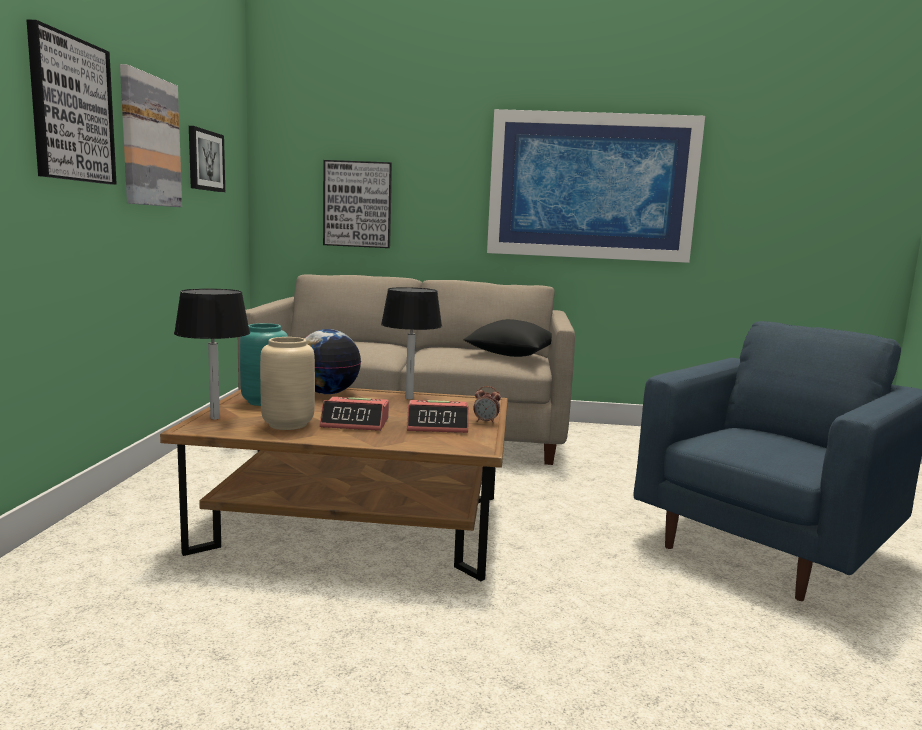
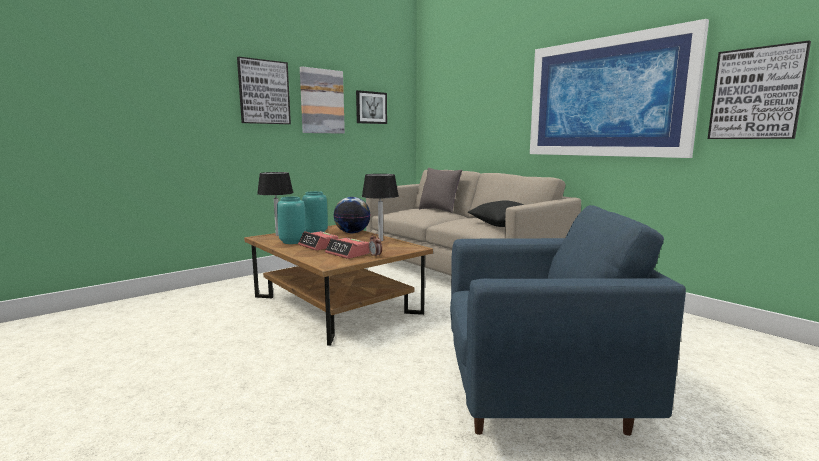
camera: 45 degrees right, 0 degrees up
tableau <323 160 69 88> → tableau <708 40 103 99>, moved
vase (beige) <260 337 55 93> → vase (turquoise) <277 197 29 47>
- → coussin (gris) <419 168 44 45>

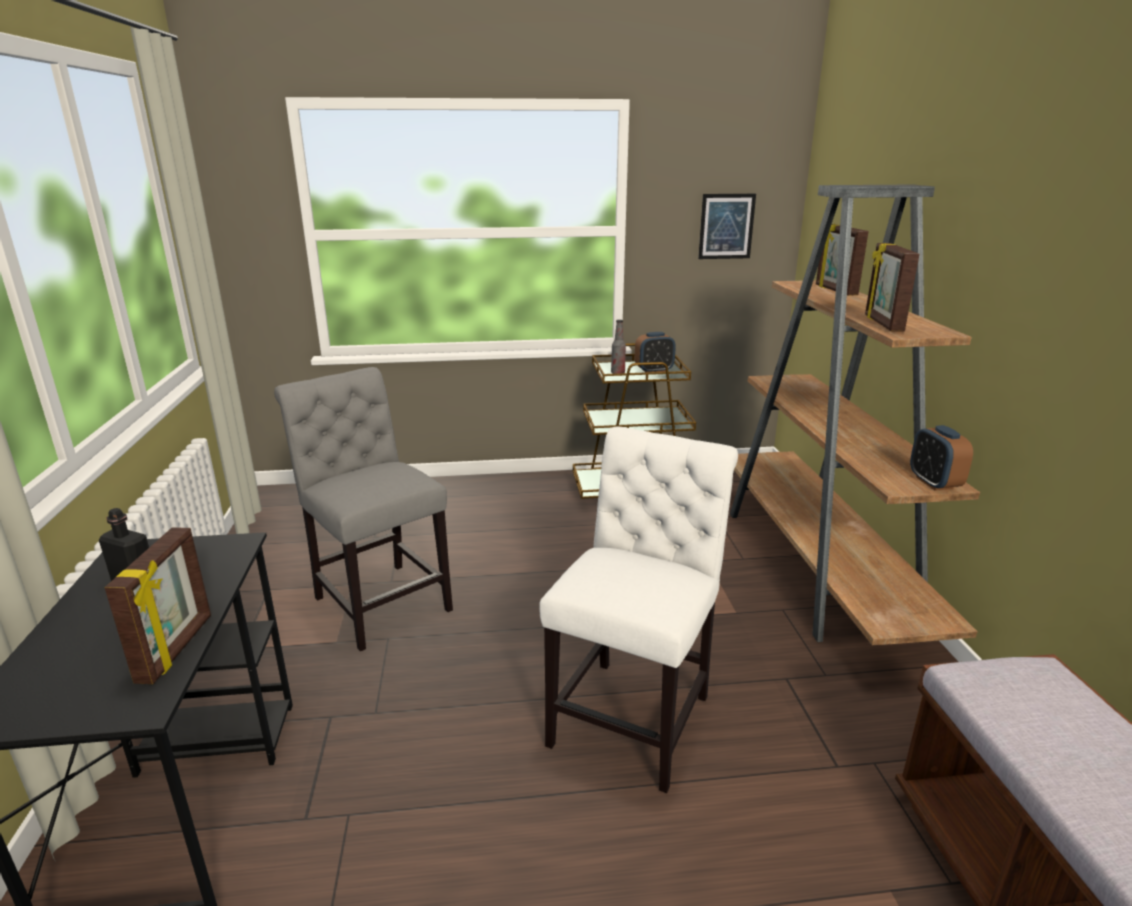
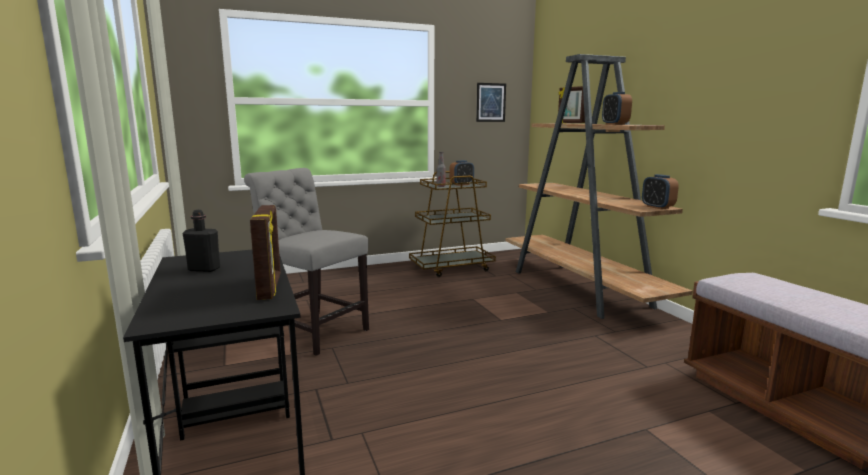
camera: 15 degrees left, 10 degrees down
cadre photo <865 243 54 89> → réveil <602 92 30 33>
chaise (blanc) <539 427 199 366> → -

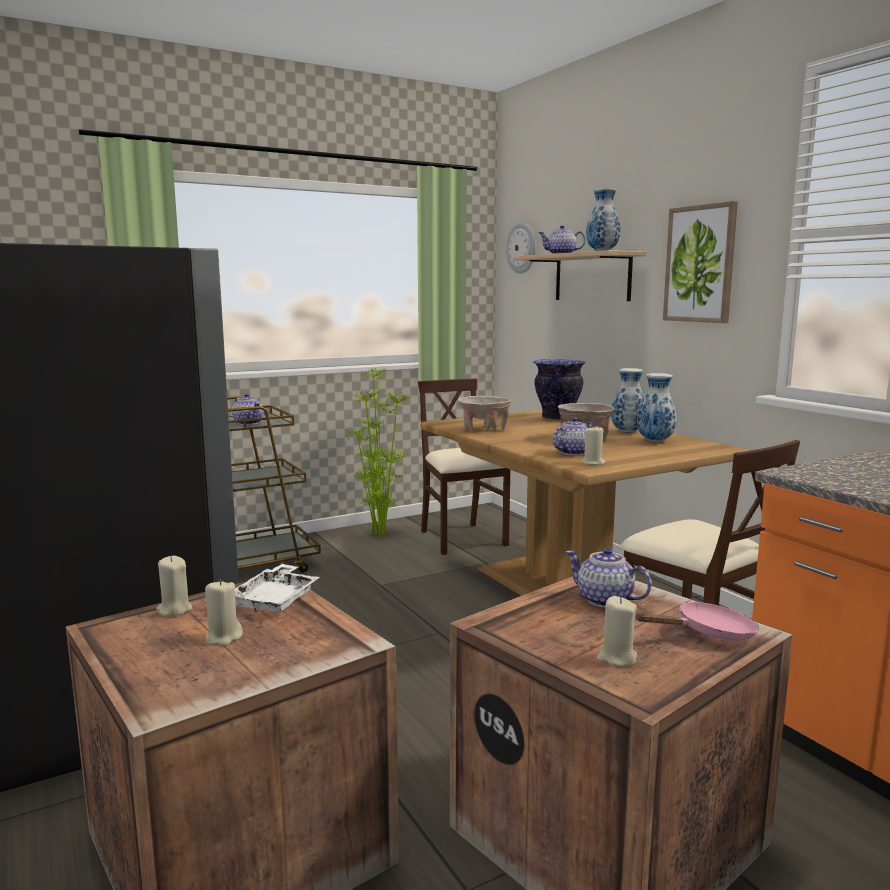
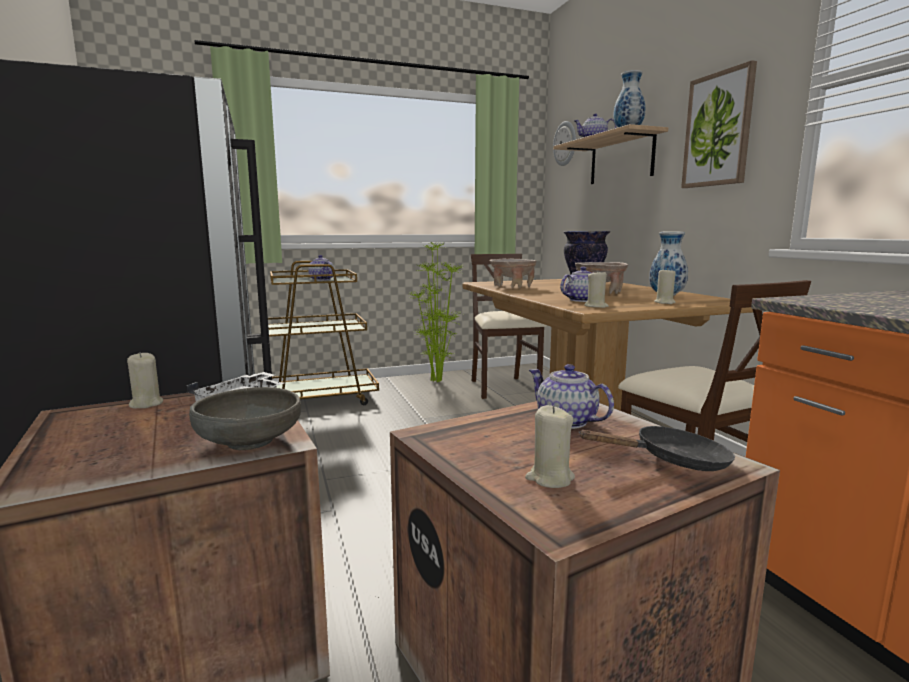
camera: 10 degrees right, 0 degrees up
vase <611 368 34 65> → -
bougie (beige) <205 580 38 66> → bougie (beige) <654 268 22 36>, moved
poêle (rose) <635 601 124 40> → poêle (noir) <578 426 157 45>
- → bol (gris) <189 387 112 63>

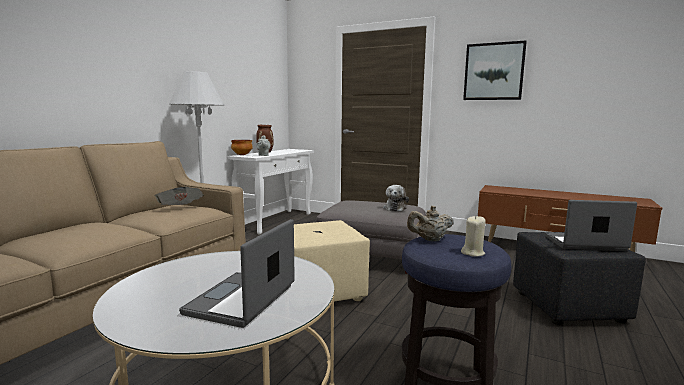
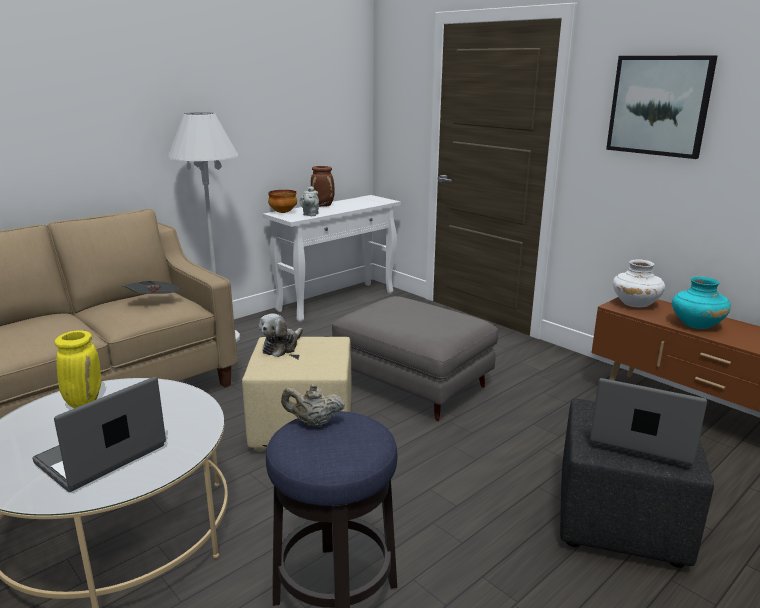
camera: 20 degrees right, 10 degrees up
peluche <383 185 26 26> → peluche <259 313 44 44>, moved
bougie (beige) <461 216 25 41> → -
- → vase (blanc) <613 260 52 47>
- → vase (turquoise) <672 276 59 53>
- → vase (jaune) <55 330 46 78>

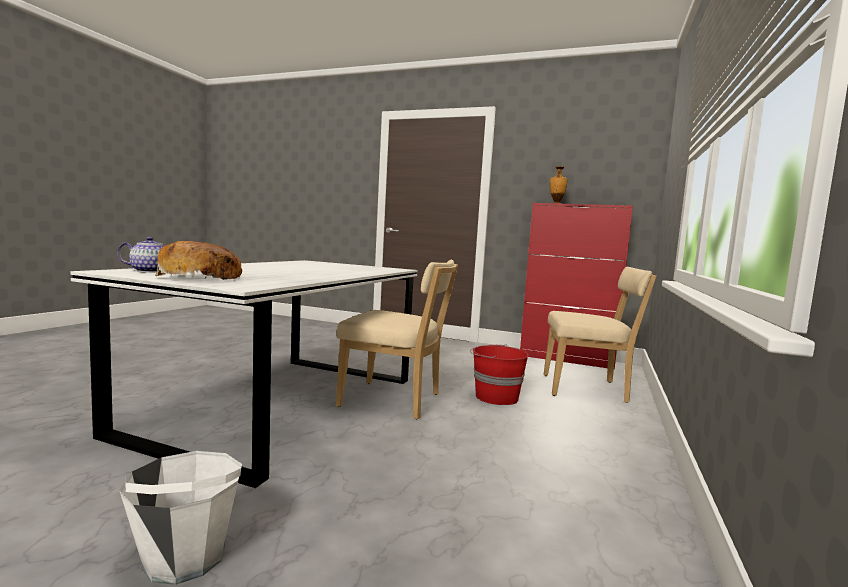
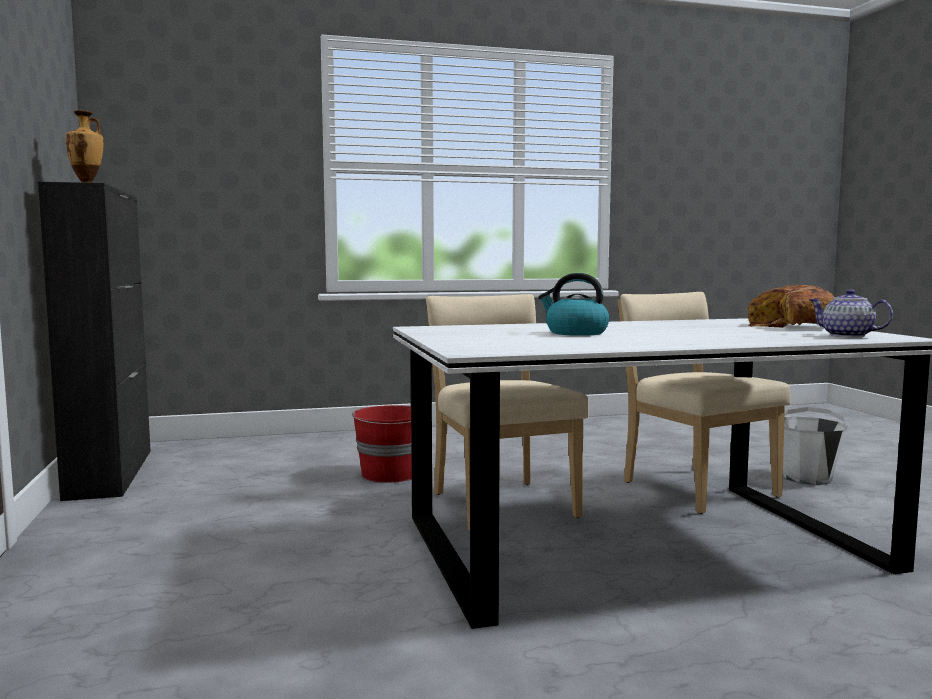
camera: 125 degrees left, 0 degrees up
meuble de rangement (rouge) <520 203 113 166> → meuble de rangement (noir) <38 182 113 319>
chaise (beige) <544 267 112 136> → chaise (beige) <617 292 173 222>, moved
- → bouilloire <539 273 71 63>

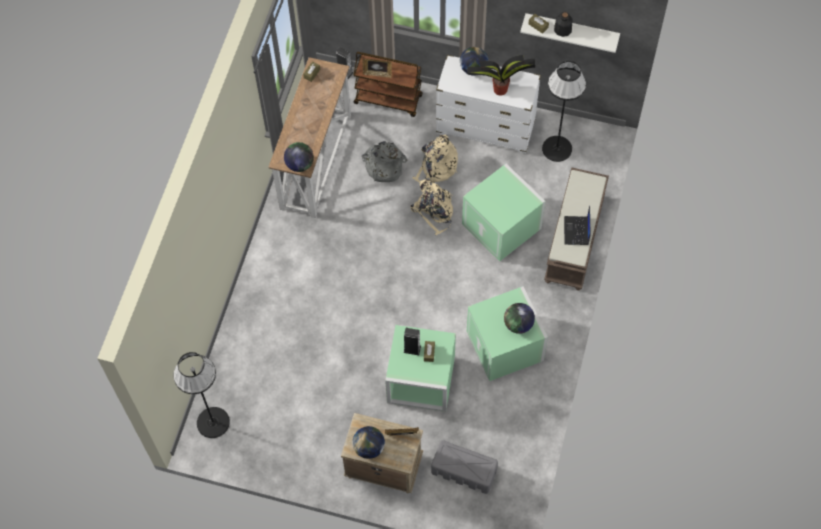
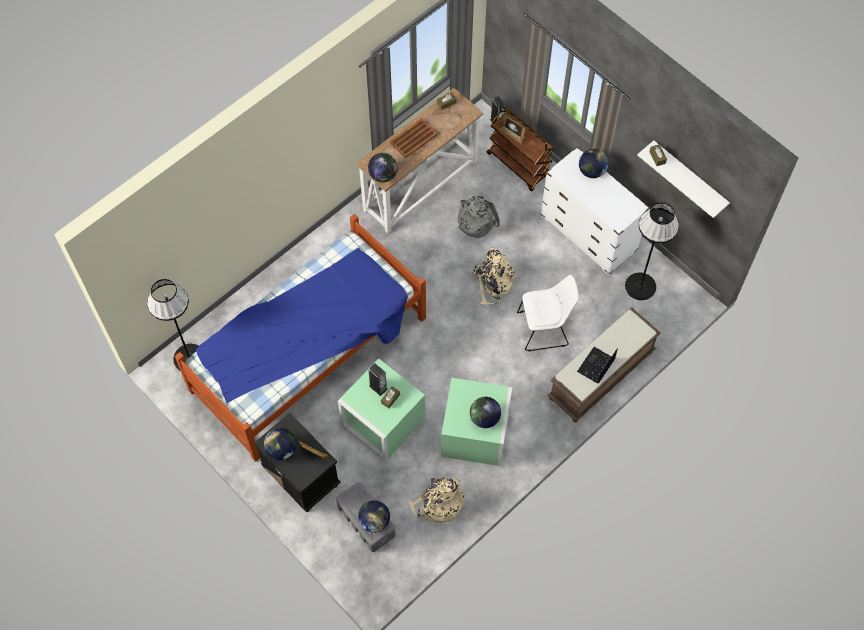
camera: 30 degrees right, 0 degrees up
bouteille <554 12 18 25> → -
plante en pot <467 55 68 41> → -
sac à dos (beige) <412 135 46 47> → sac à dos (beige) <408 478 56 45>, moved
boîte de rangement (vert) <462 164 83 97> → chaise (blanc) <517 275 61 76>
table de chevet (beige) <341 413 82 80> → table de chevet (noir) <254 413 87 99>
- → plateau (marron) <389 118 49 40>
- → lit <175 214 251 248>
- → globe <358 500 32 33>

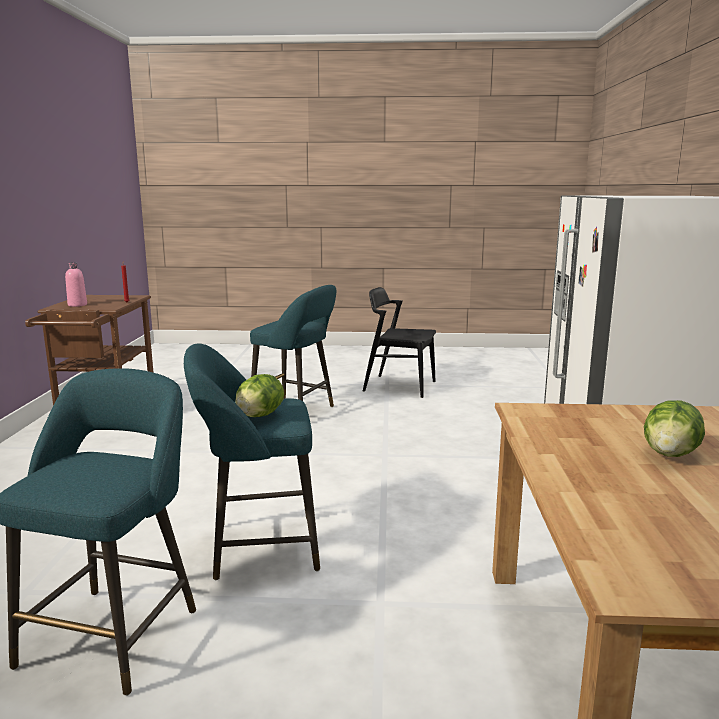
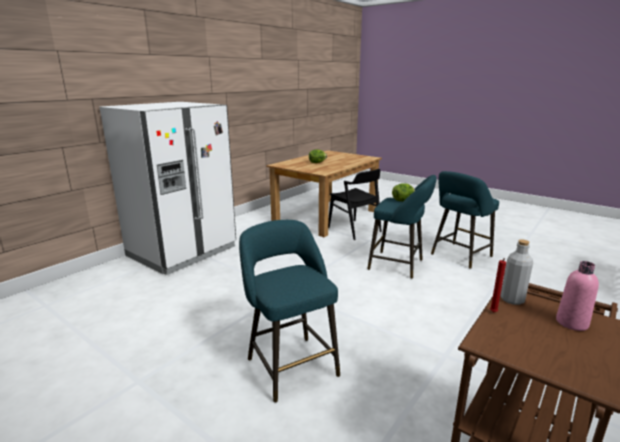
camera: 145 degrees left, 5 degrees up
chaise (noir) <363 287 73 111> → chaise (noir) <328 169 54 71>, moved
- → bouteille (gris) <500 239 33 66>

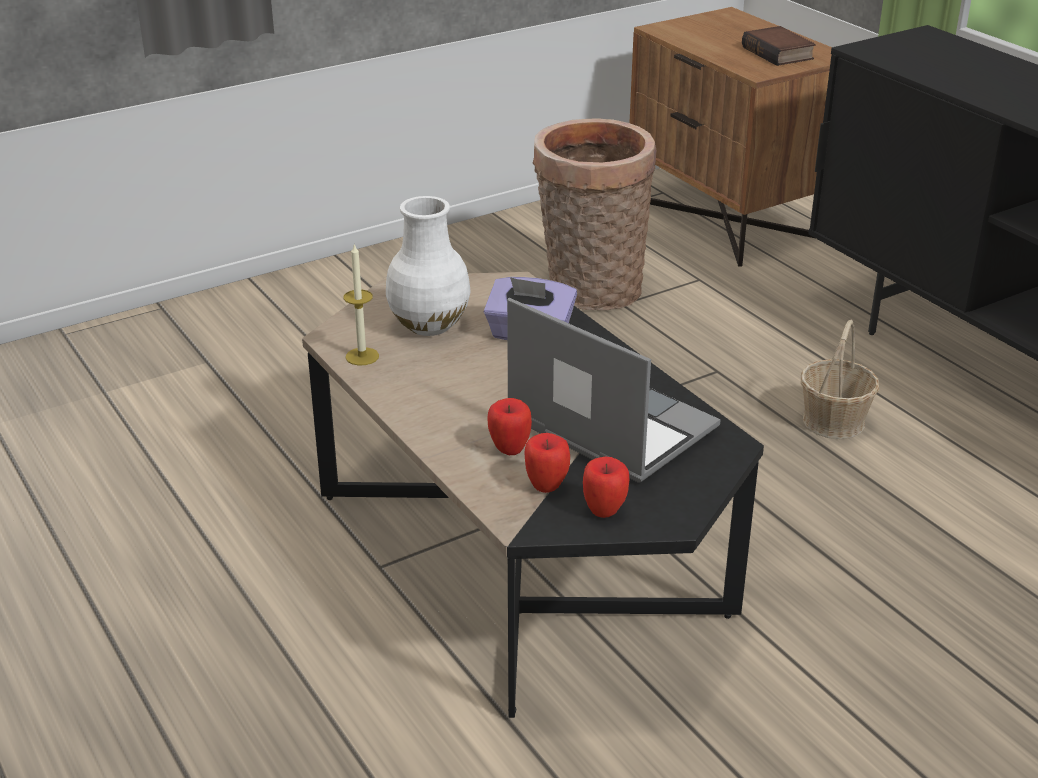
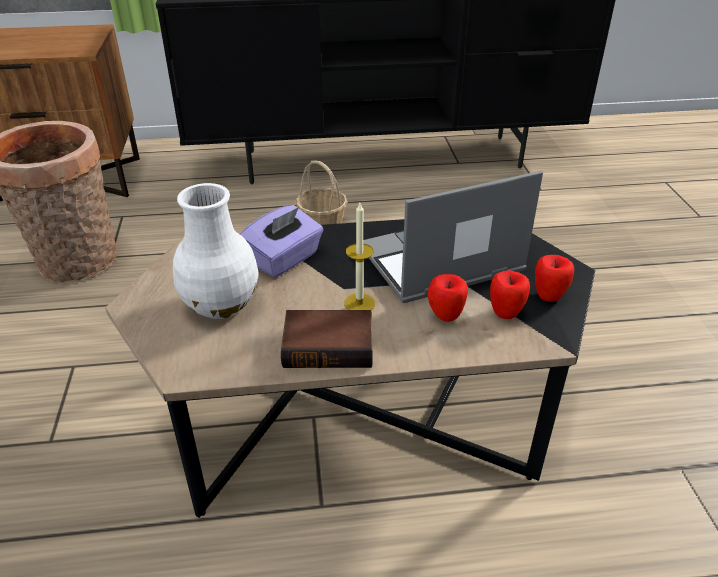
camera: 65 degrees left, 5 degrees up
livre <742 26 74 40> → livre <281 310 92 58>, moved
bougie <343 243 36 122> → bougie <344 203 31 107>, moved

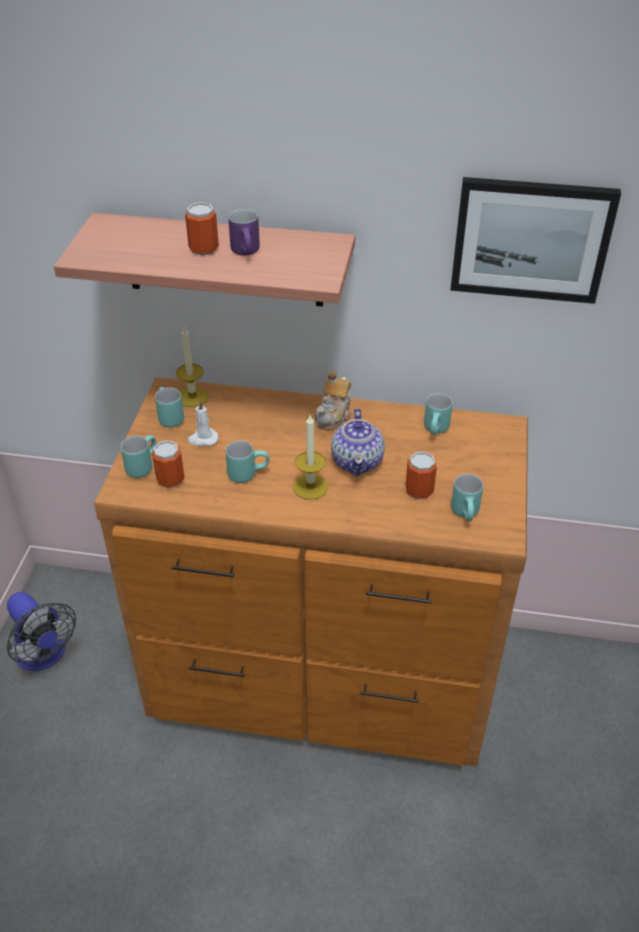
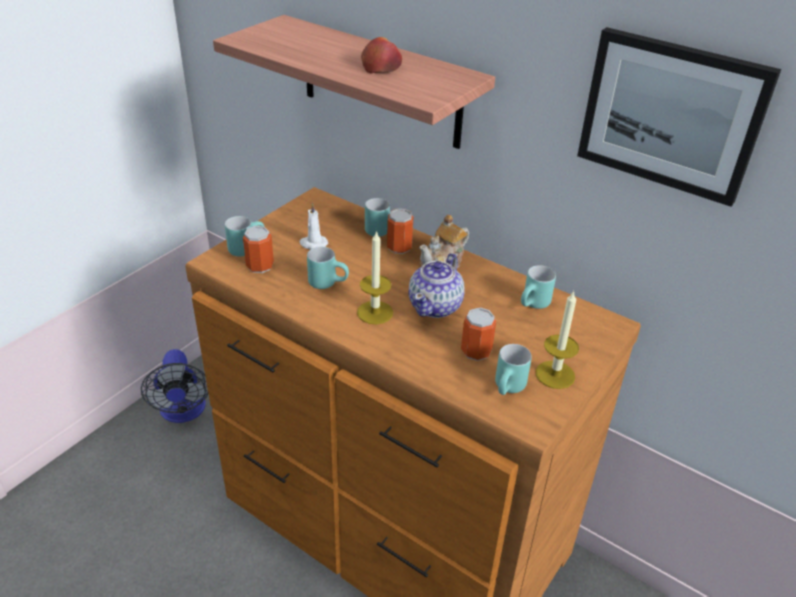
camera: 25 degrees right, 5 degrees down
boîte métallique <185 202 34 54> → boîte métallique <387 208 26 46>, moved
mug (violet) <228 209 32 47> → pomme <361 37 41 37>
bougie <176 327 33 80> → bougie <536 290 43 99>, moved
mug (turquoise) <155 387 29 41> → mug (turquoise) <365 198 25 39>, moved

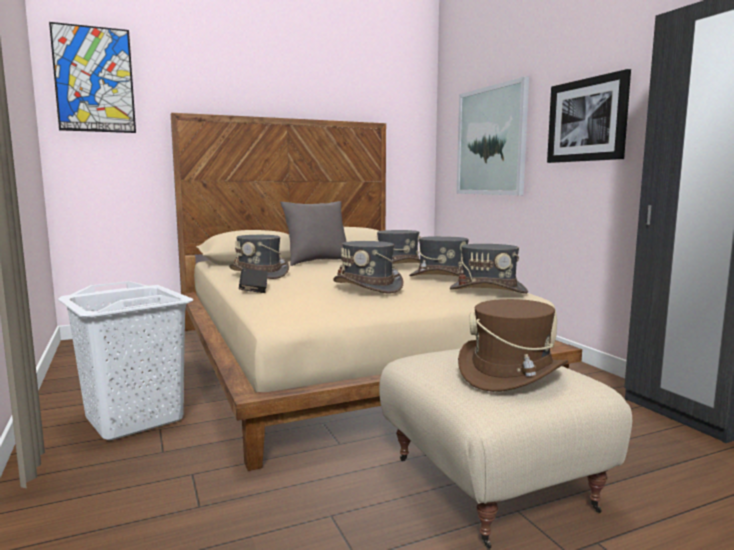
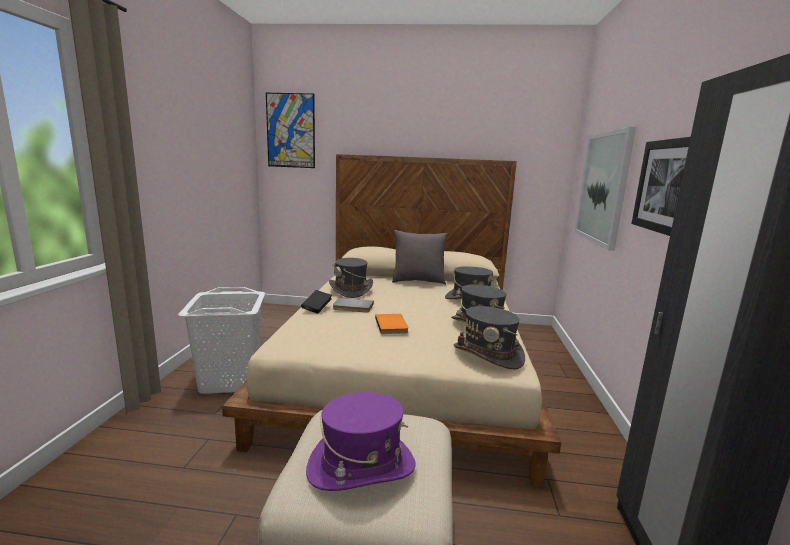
camera: 30 degrees right, 5 degrees up
chapeau (gris) <333 241 71 53> → livre (orange) <375 314 34 20>
chapeau (marron) <458 299 110 93> → chapeau (violet) <306 392 110 99>
- → livre (gris) <333 298 41 15>

